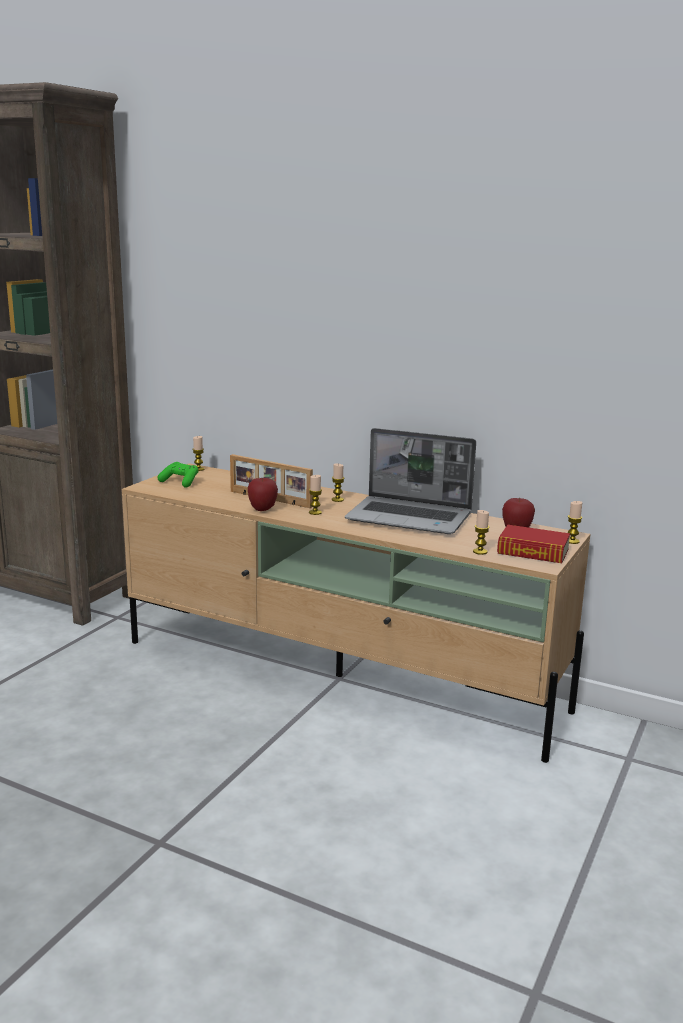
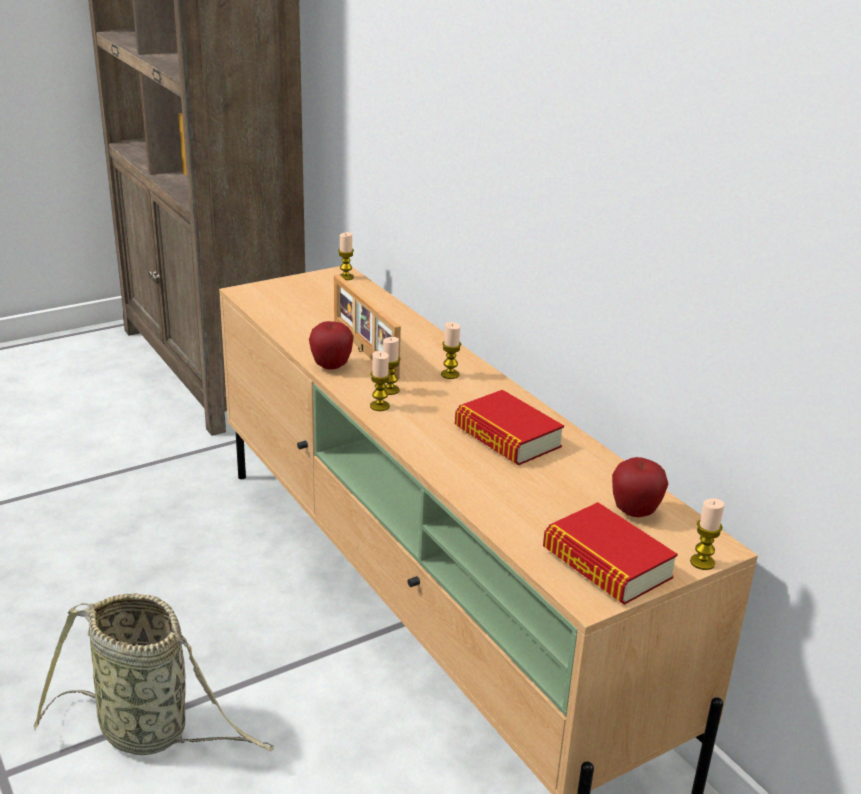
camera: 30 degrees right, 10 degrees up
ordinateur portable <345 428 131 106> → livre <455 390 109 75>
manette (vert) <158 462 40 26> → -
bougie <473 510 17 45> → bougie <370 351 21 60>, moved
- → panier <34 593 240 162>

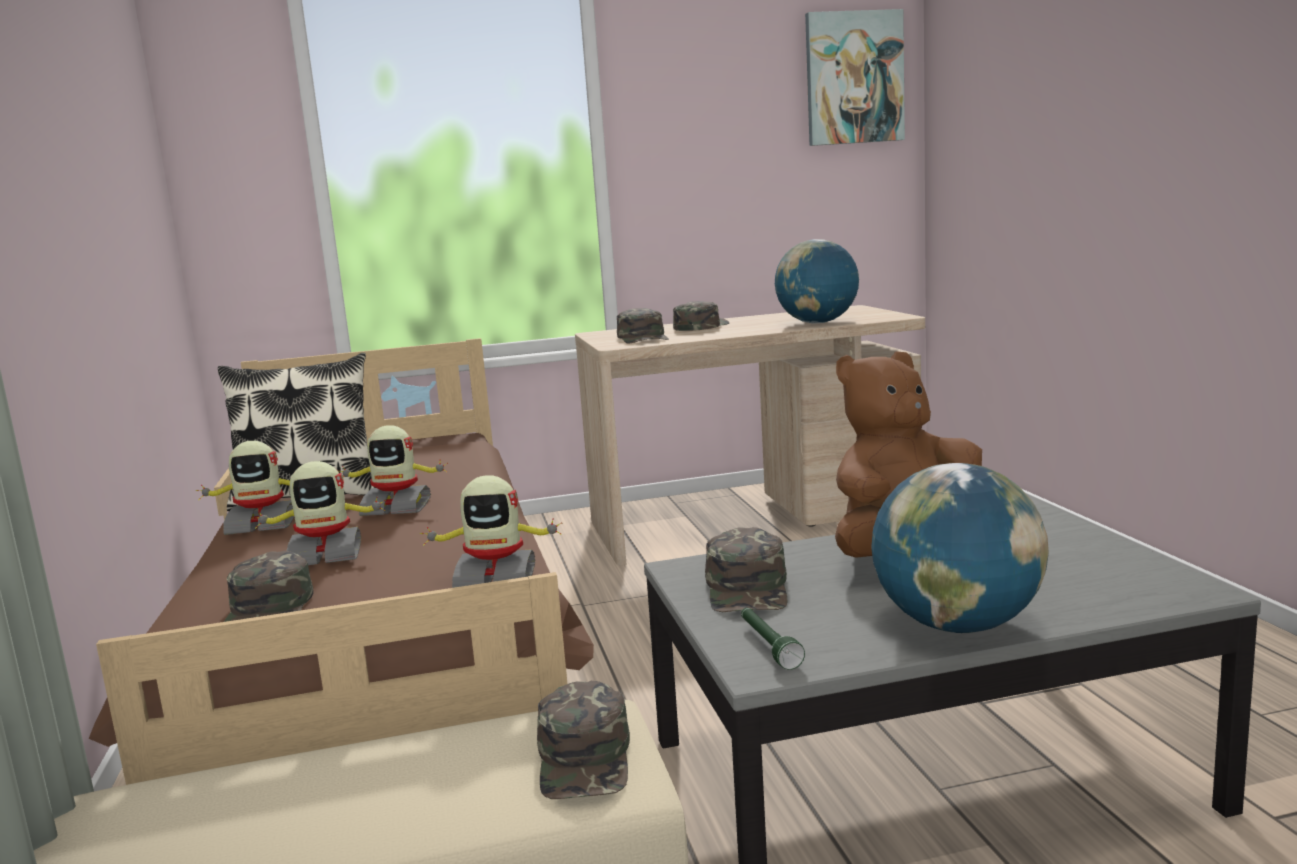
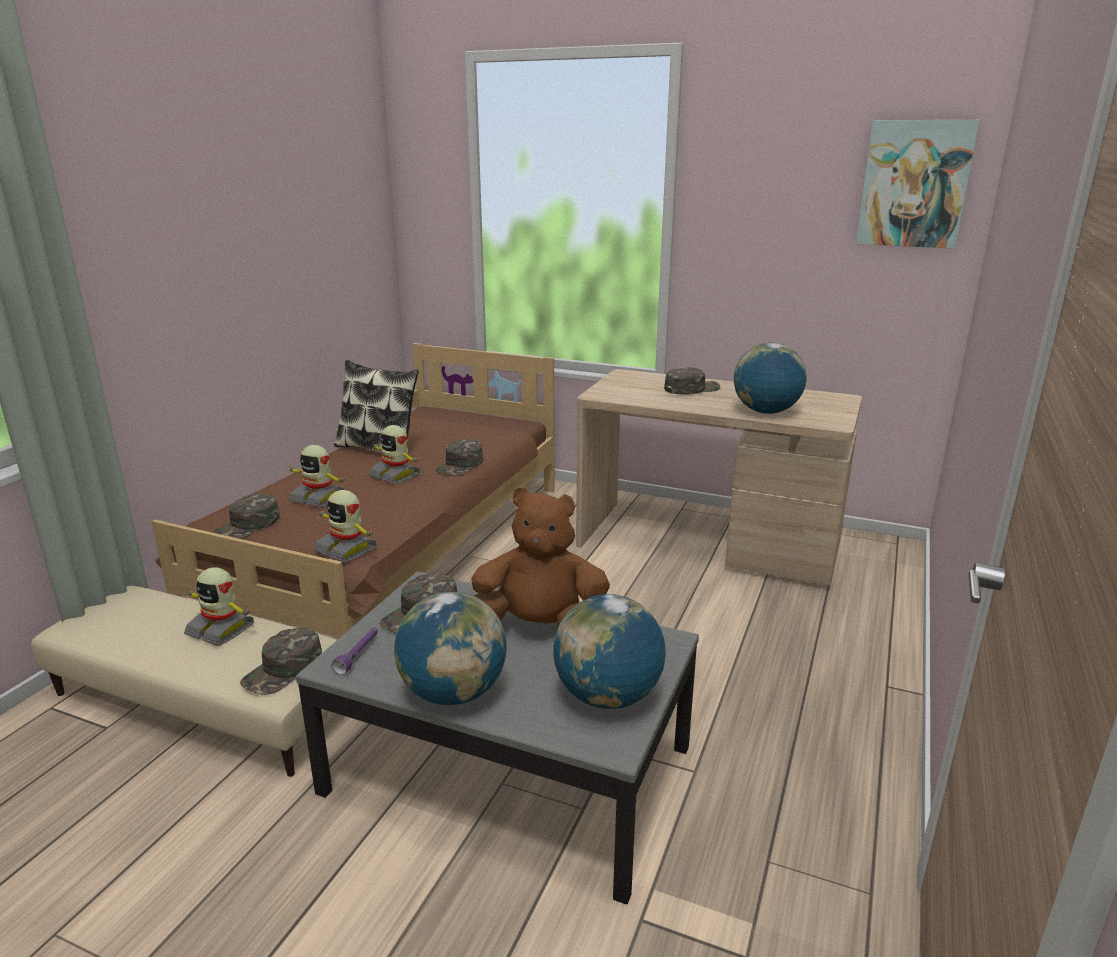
camera: 35 degrees right, 10 degrees up
casquette (vert) <617 308 52 36> → casquette (vert) <435 439 48 37>, moved
robot jouet <196 441 98 94> → robot jouet <184 567 71 79>, moved
lampe de poche (vert) <741 608 64 62> → lampe de poche (violet) <332 628 46 47>
- → globe <553 594 113 115>

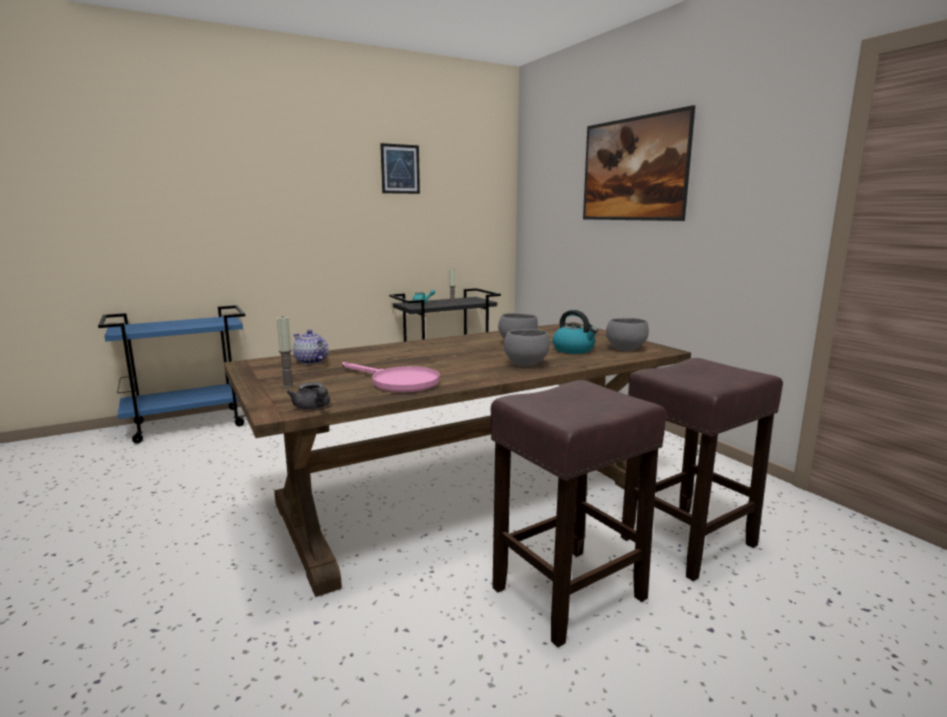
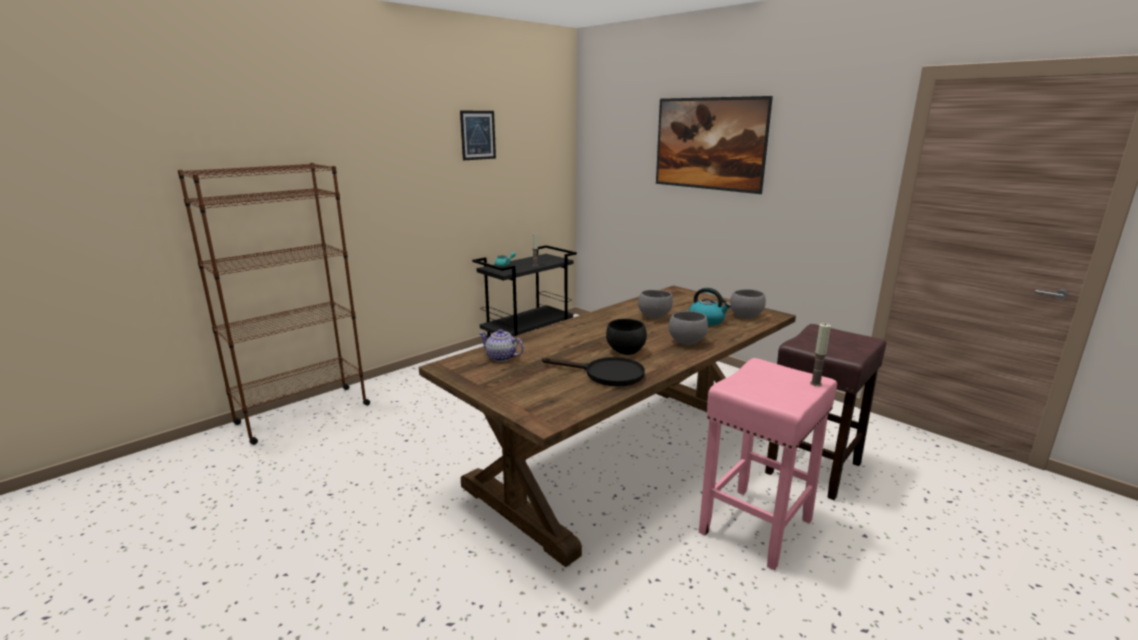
camera: 15 degrees left, 5 degrees up
chariot (bleu) <98 305 147 138> → bibliothèque (marron) <178 163 192 282>
bougie <277 316 18 72> → bougie <810 323 21 63>, moved
poêle (rose) <342 362 98 30> → poêle (noir) <542 357 103 30>
tabouret (marron) <491 380 175 267> → tabouret (rose) <699 358 138 212>
théière (gris) <287 382 43 27> → -
- → bol (noir) <606 319 41 36>

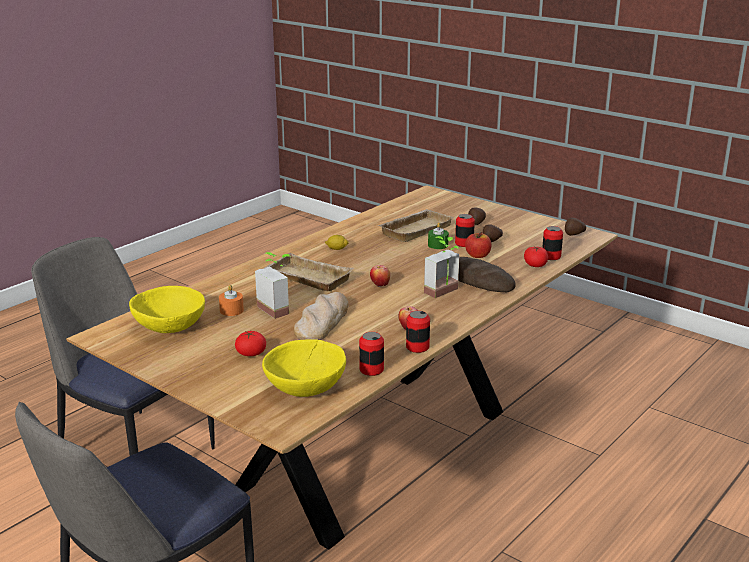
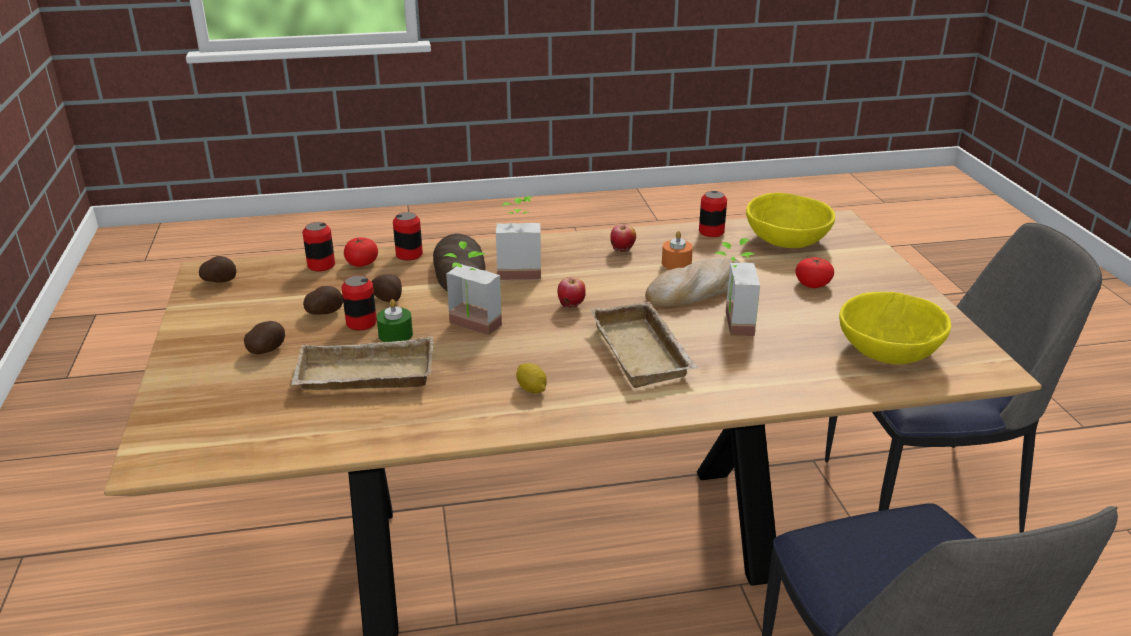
camera: 140 degrees left, 5 degrees up
pomme <465 232 26 26> → pomme de terre <371 274 31 28>
bougie (orange) <219 285 25 31> → bougie (orange) <662 231 31 39>, moved
boîte métallique <406 311 24 42> → boîte métallique <393 212 30 49>, moved
- → plante en pot <444 241 58 94>

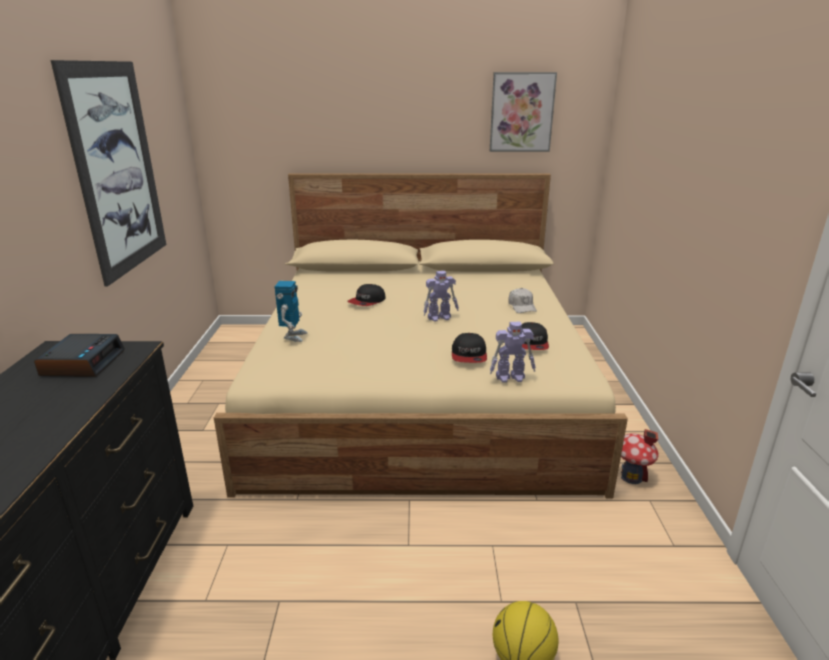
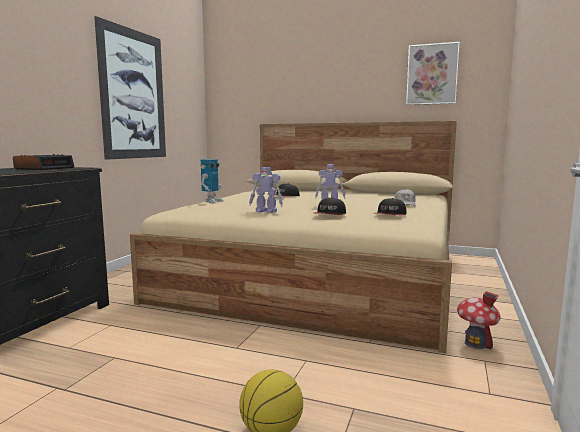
camera: 20 degrees right, 15 degrees down
robot jouet <490 322 46 60> → robot jouet <249 167 34 46>, moved

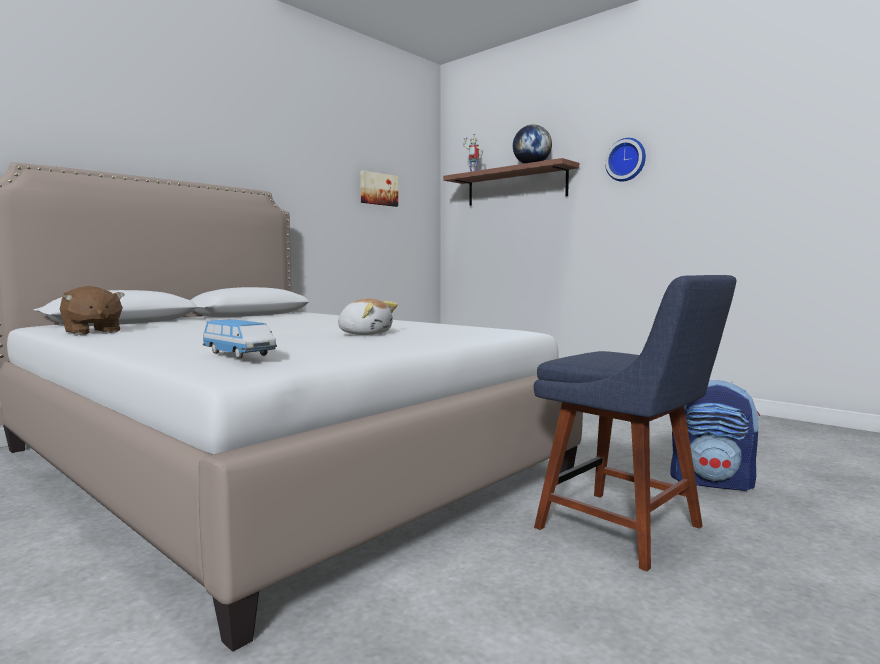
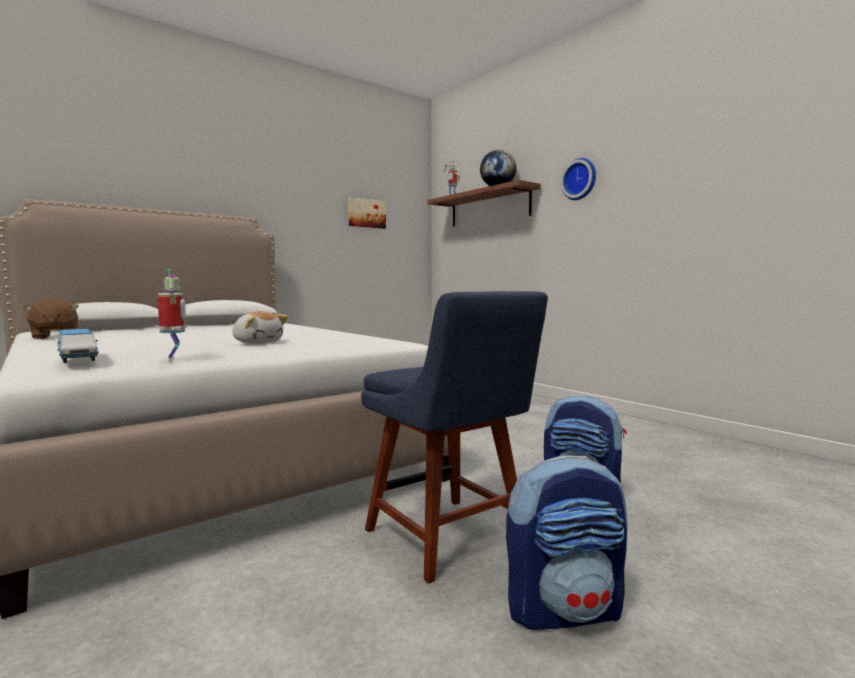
camera: 10 degrees right, 0 degrees up
- → robot jouet <158 269 28 93>
- → sac à dos <506 455 121 175>

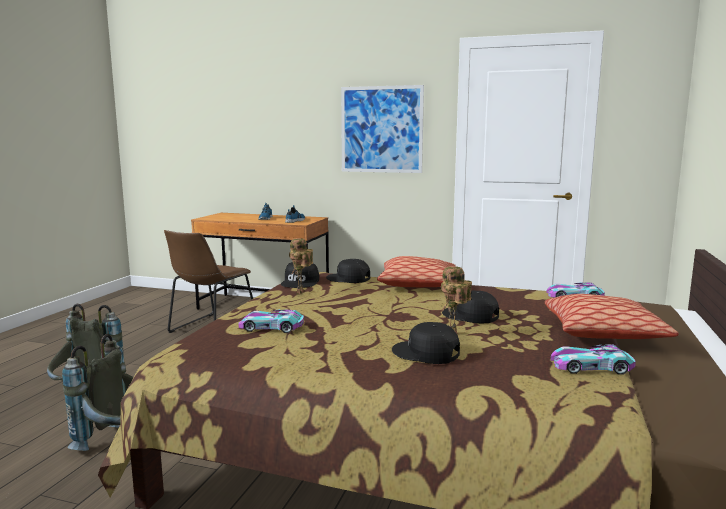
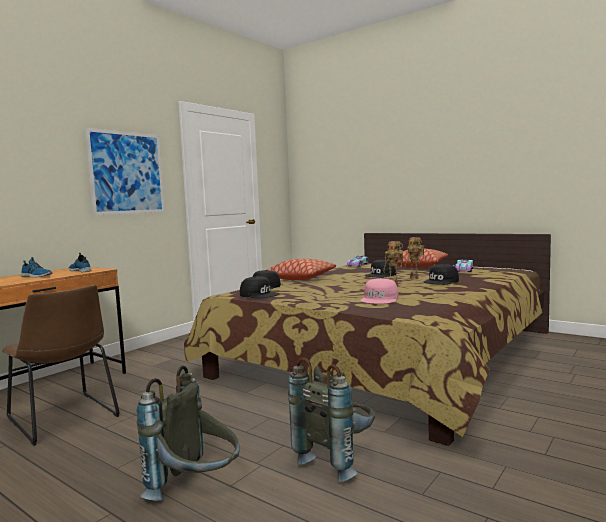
camera: 70 degrees left, 5 degrees down
robot jouet <289 238 24 57> → robot jouet <383 241 20 45>, moved
petite voiture <239 309 65 24> → casquette (rose) <360 278 39 26>

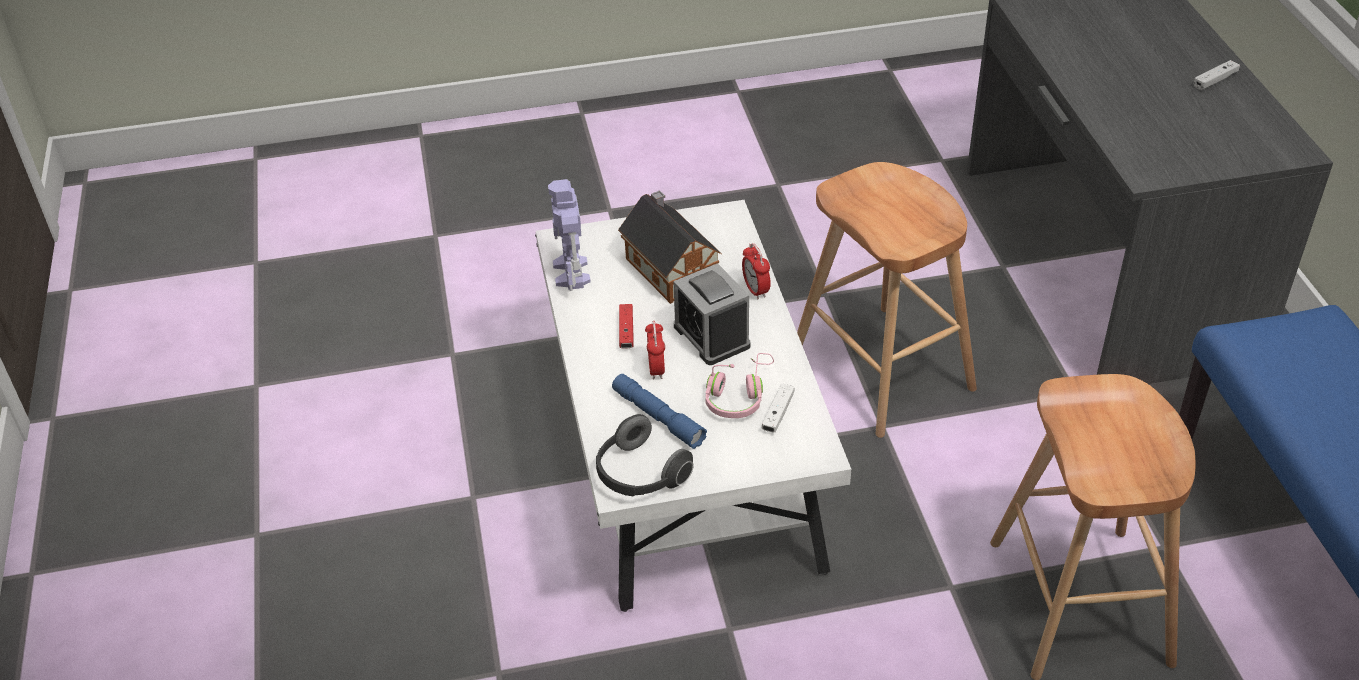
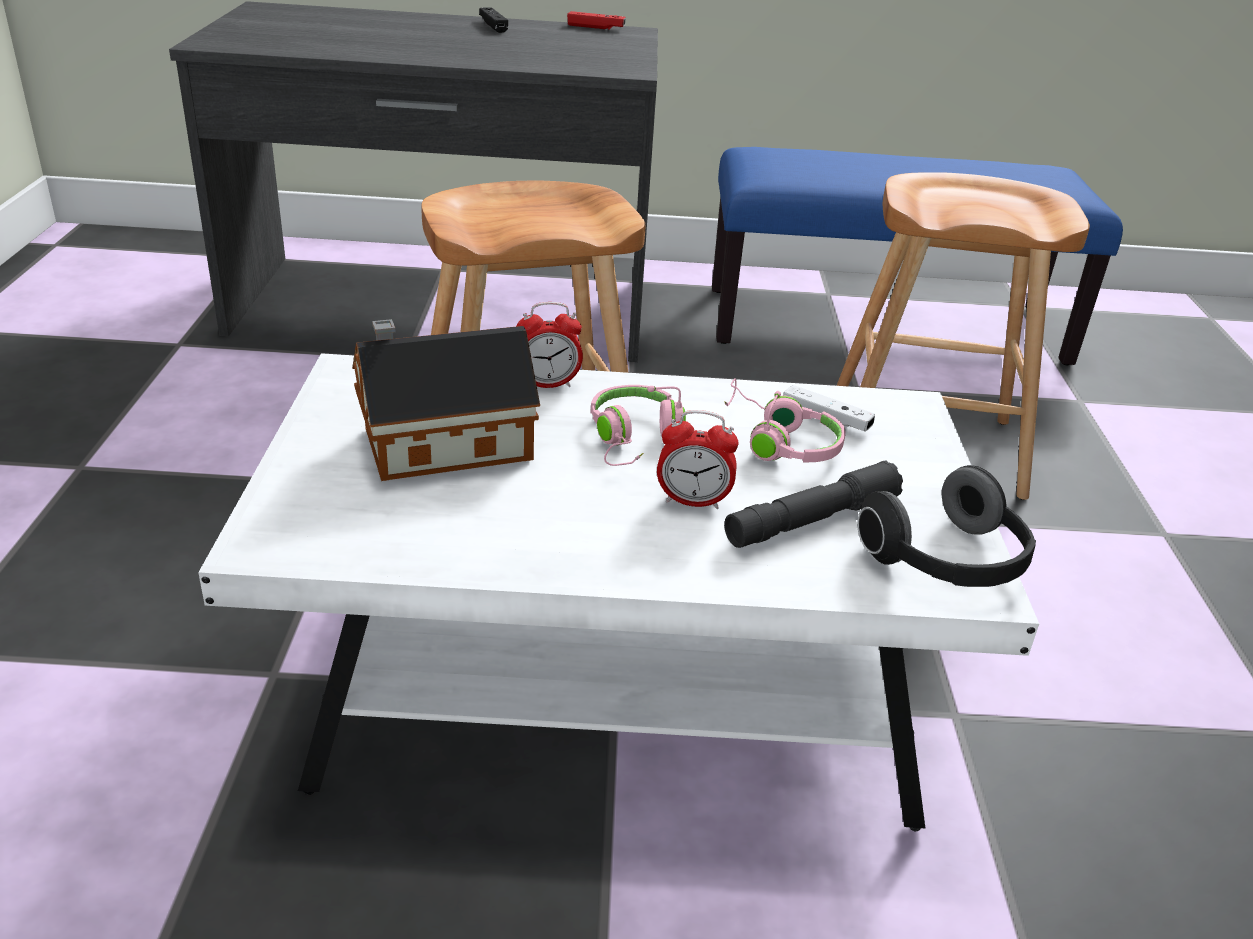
camera: 80 degrees left, 10 degrees down
manette (blanc) <1194 60 46 30> → manette (noir) <479 7 29 26>
robot jouet <548 179 43 112> → -
réveil <674 263 76 102> → casque audio (rose) <590 385 96 81>
manette (rouge) <619 304 15 45> → manette (rouge) <567 11 59 19>, moved
lampe de poche (bleu) <612 374 95 75> → lampe de poche (gris) <724 461 179 87>

